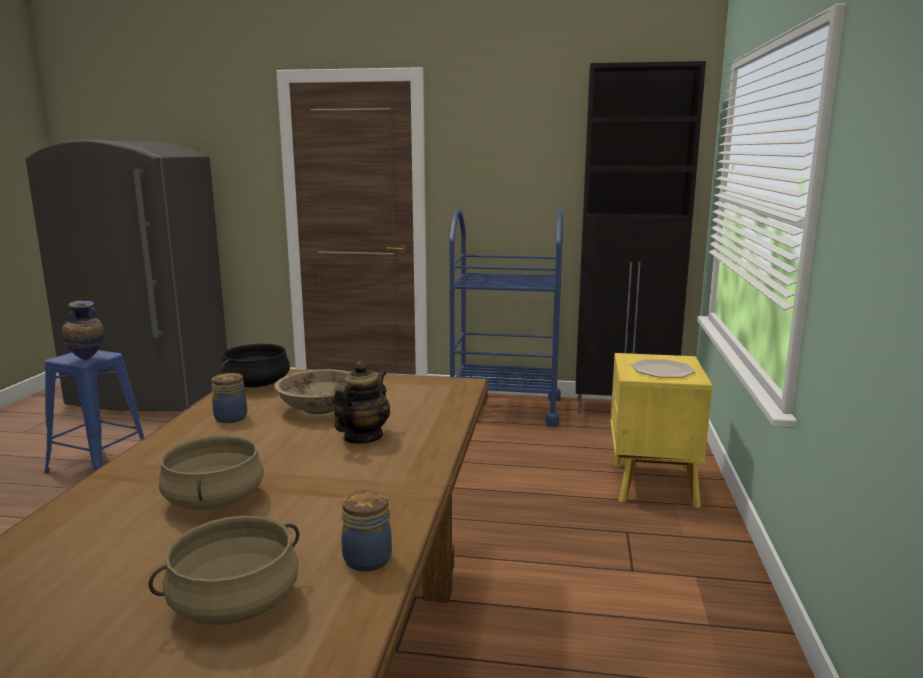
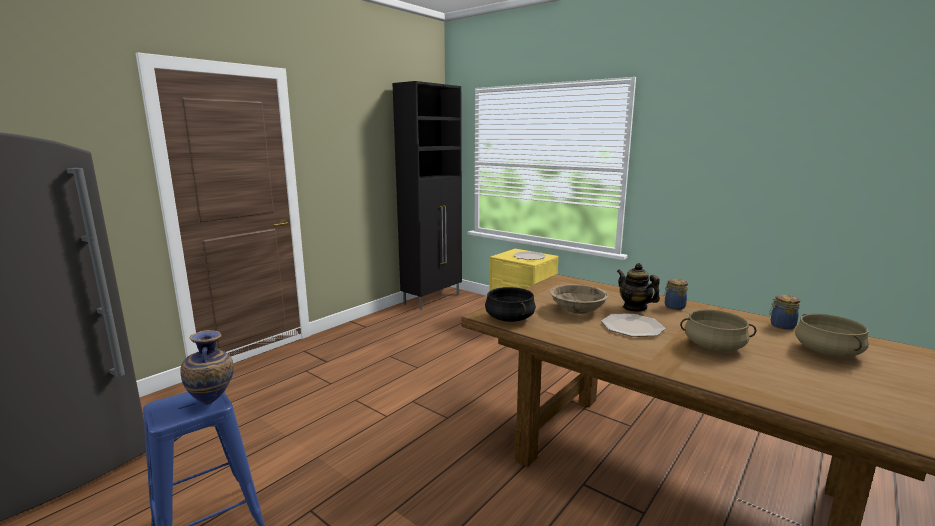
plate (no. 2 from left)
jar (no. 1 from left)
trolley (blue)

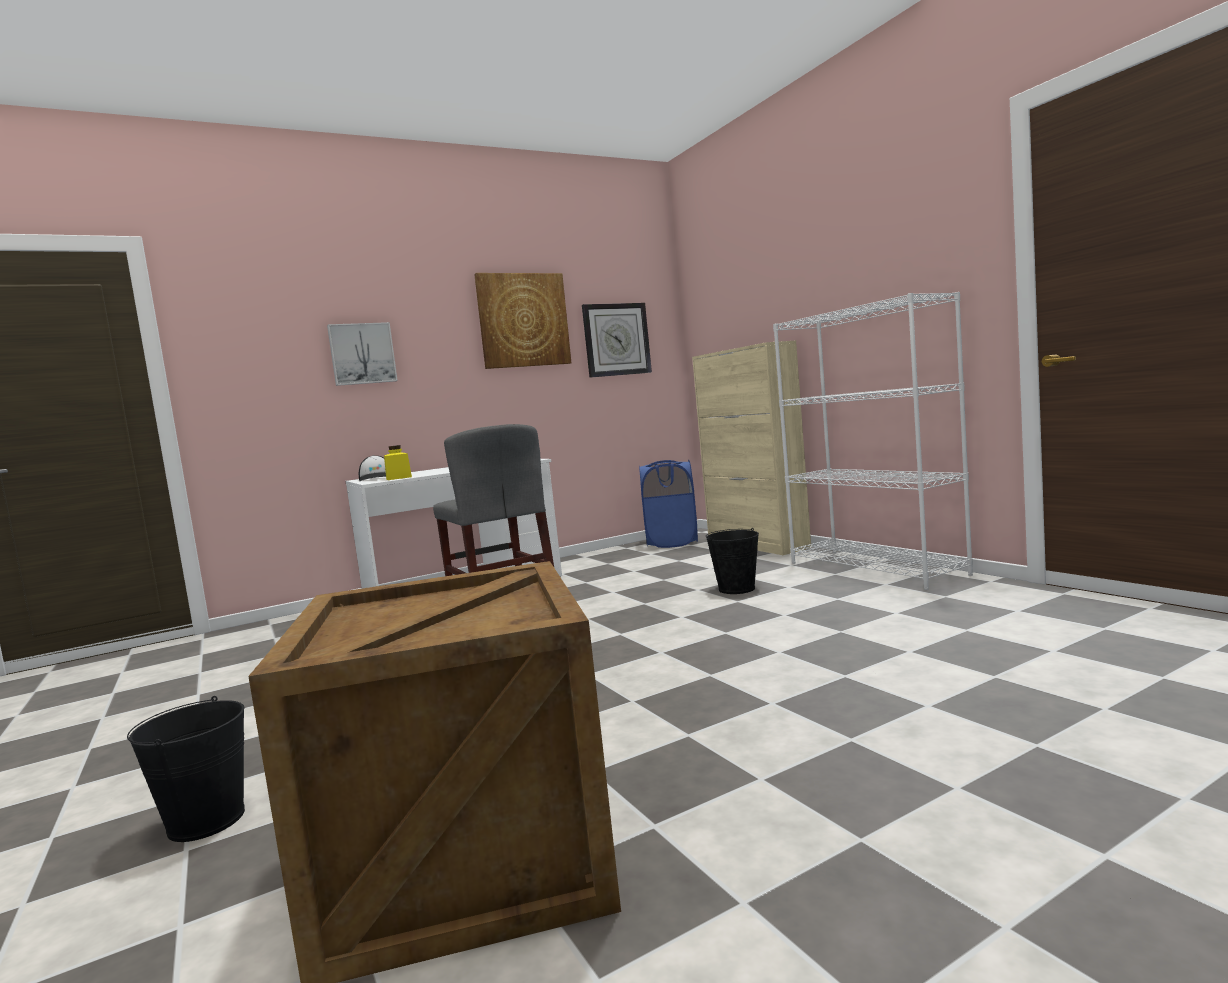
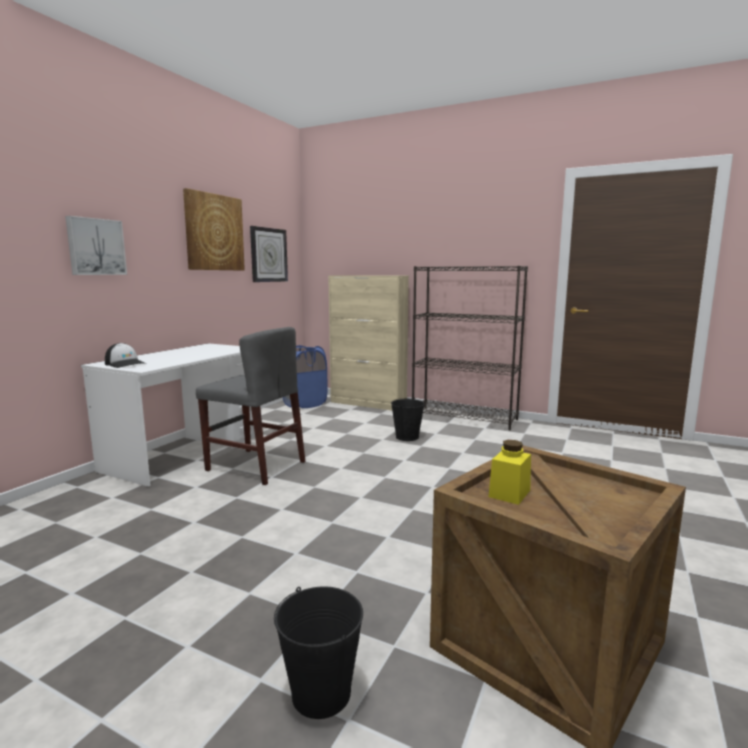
shelving unit (black-coloured)
jar (yellow)

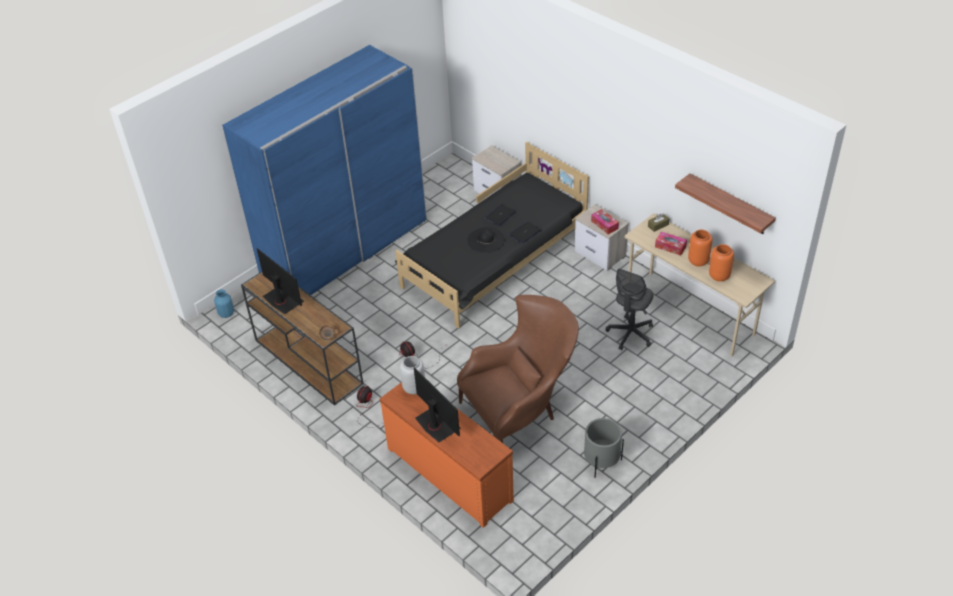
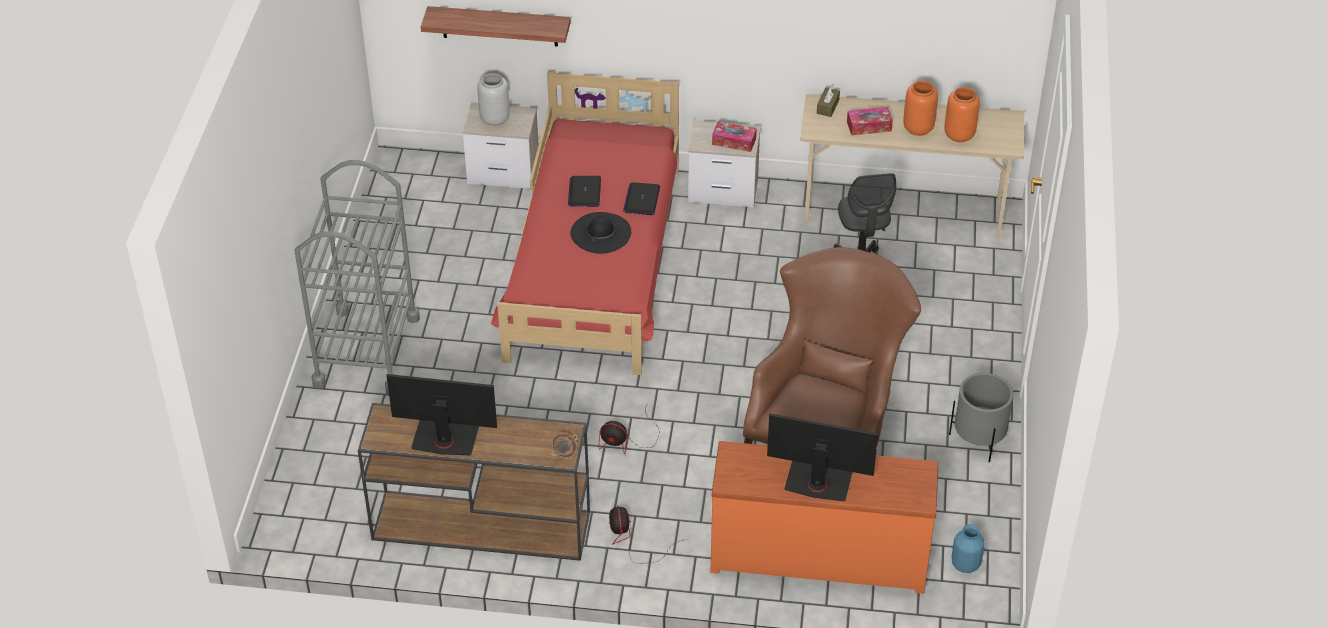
trolley (gray)
wall shelf
decorative vase (gray)
sleeping bed (reddish)
decorative vase (blue)

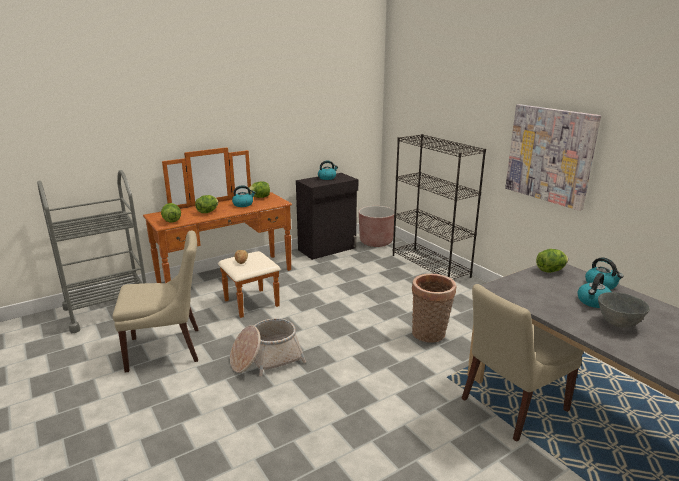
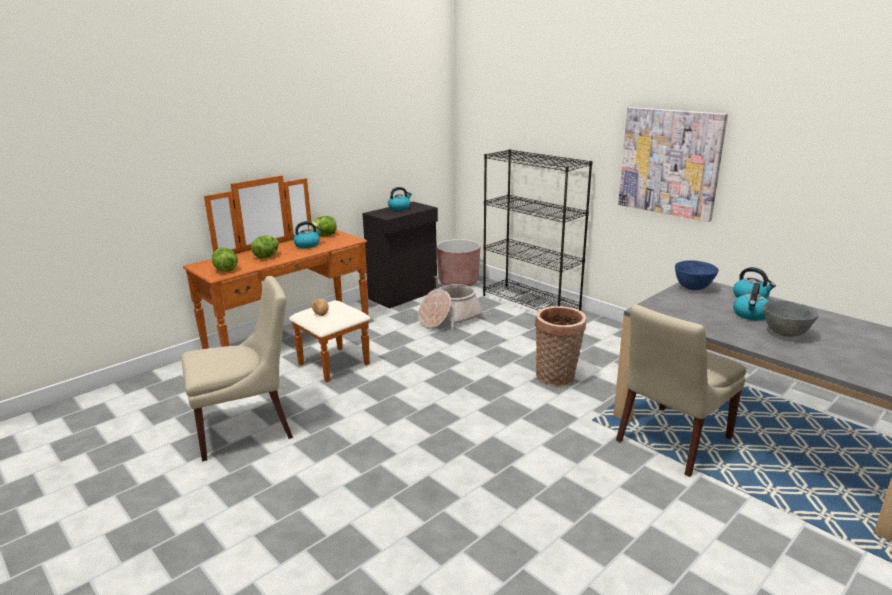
basket (no. 1 from left)
bowl (blue)
trolley (gray)

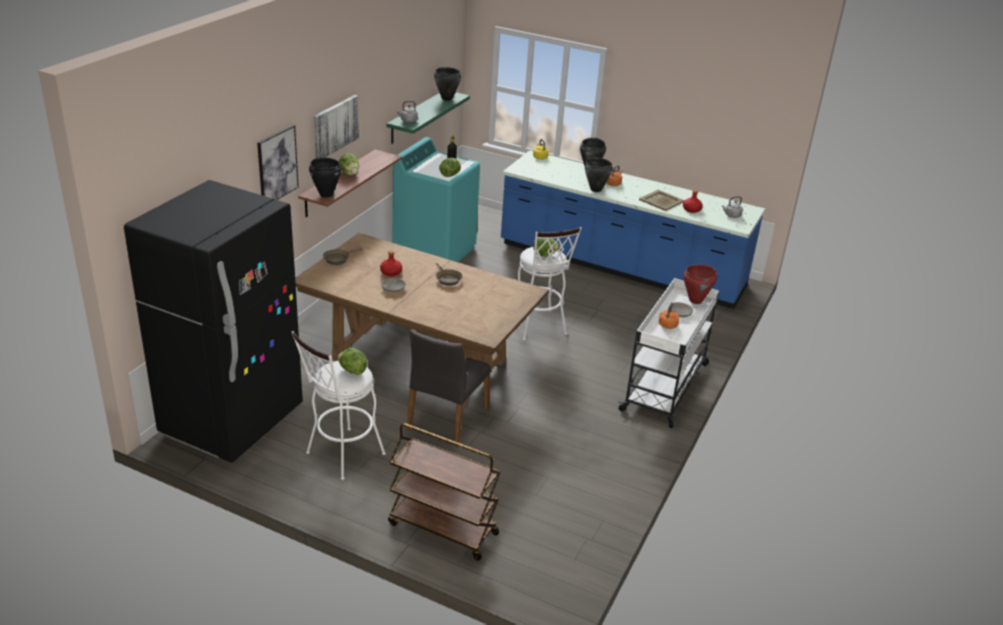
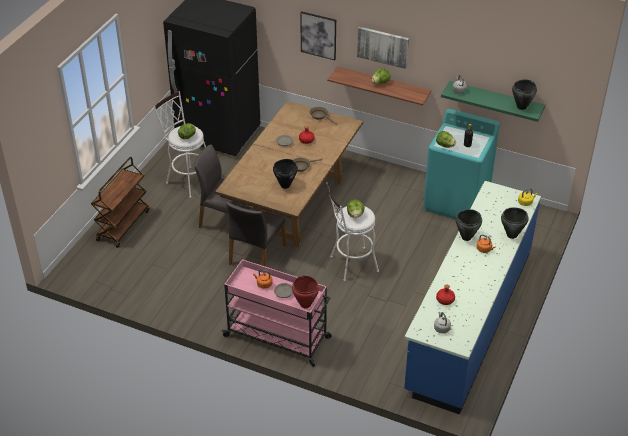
trolley (pinkish)
chair (gray) (no. 2 from left)
cooking pot (black-coloured) (no. 1 from left)
serving tray (beige-coloured)

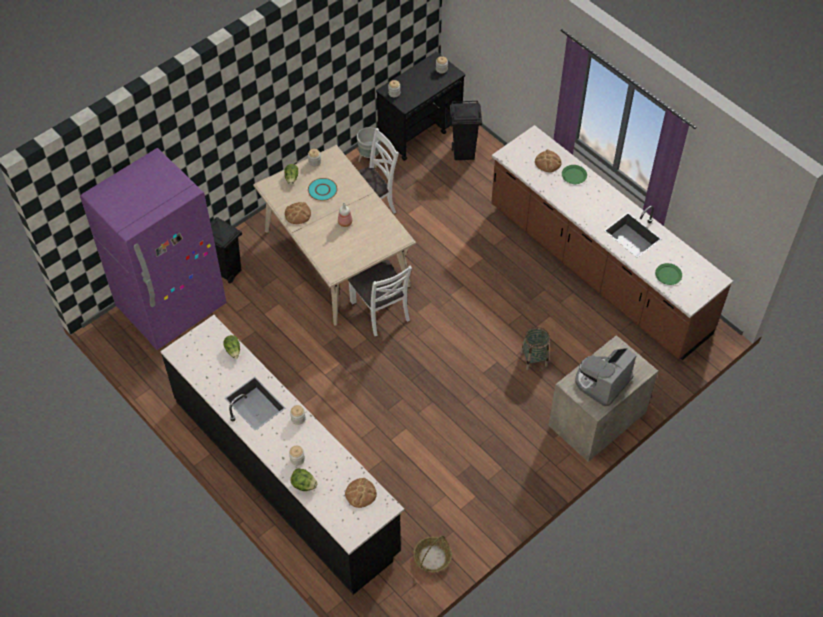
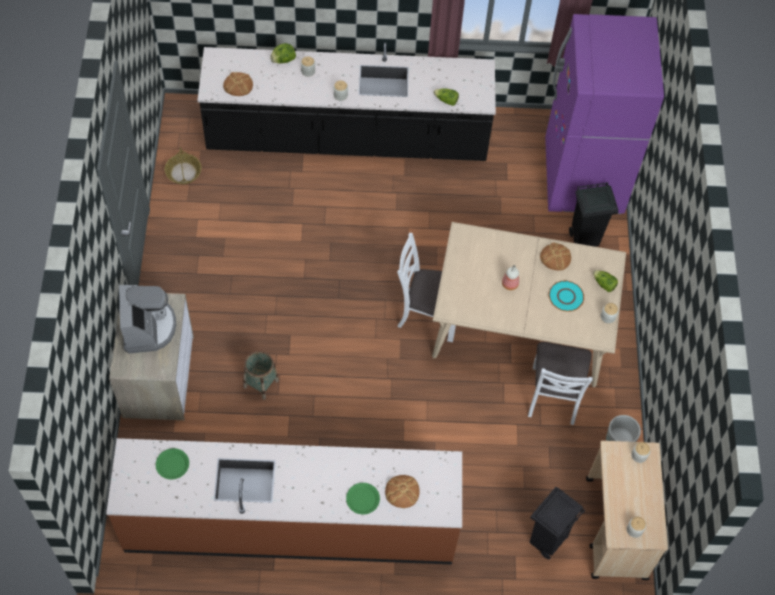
trolley (beige-coloured)

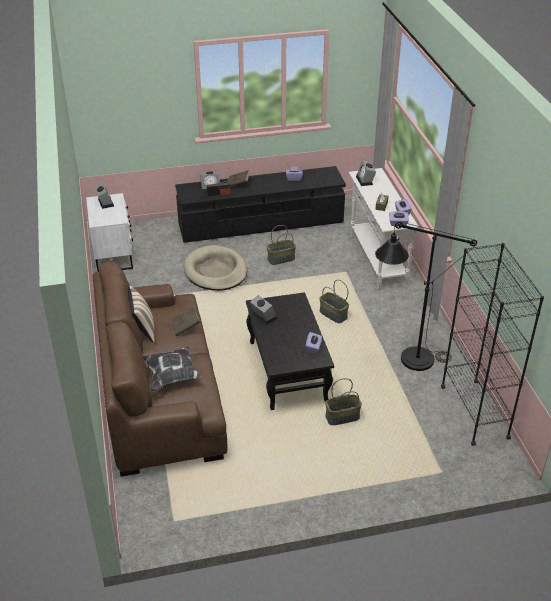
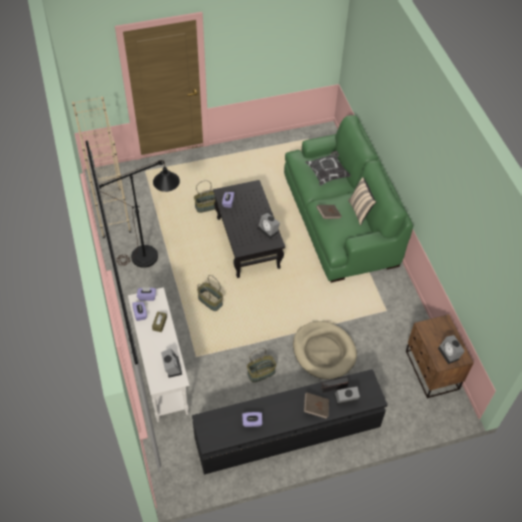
shelving unit (beige-coloured)
sofa (green-coloured)
bedside table (brownish)

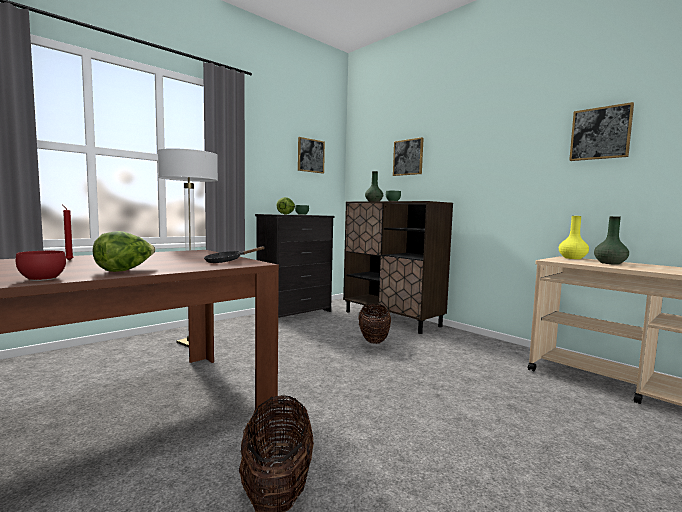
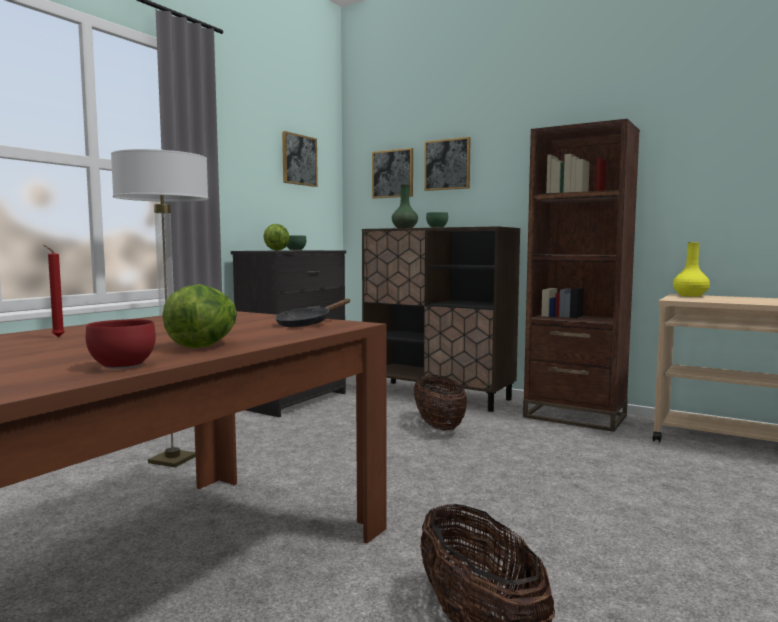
wall art (no. 2 from left)
shelving unit (brownish)
decorative vase (green-coloured) (no. 2 from left in the first image)

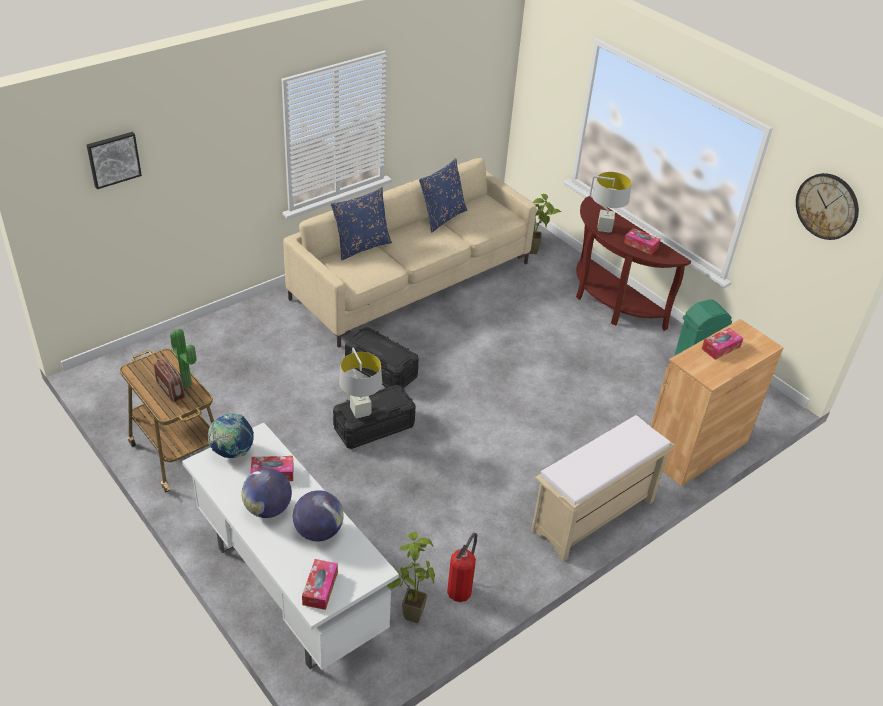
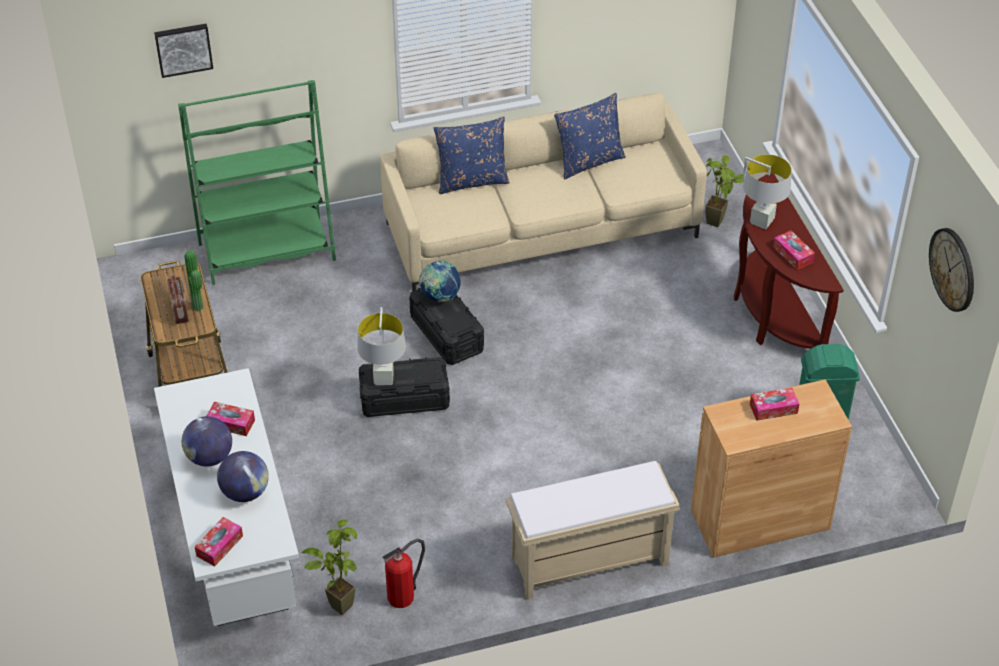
shelving unit (green-coloured)
globe (no. 3 from left)

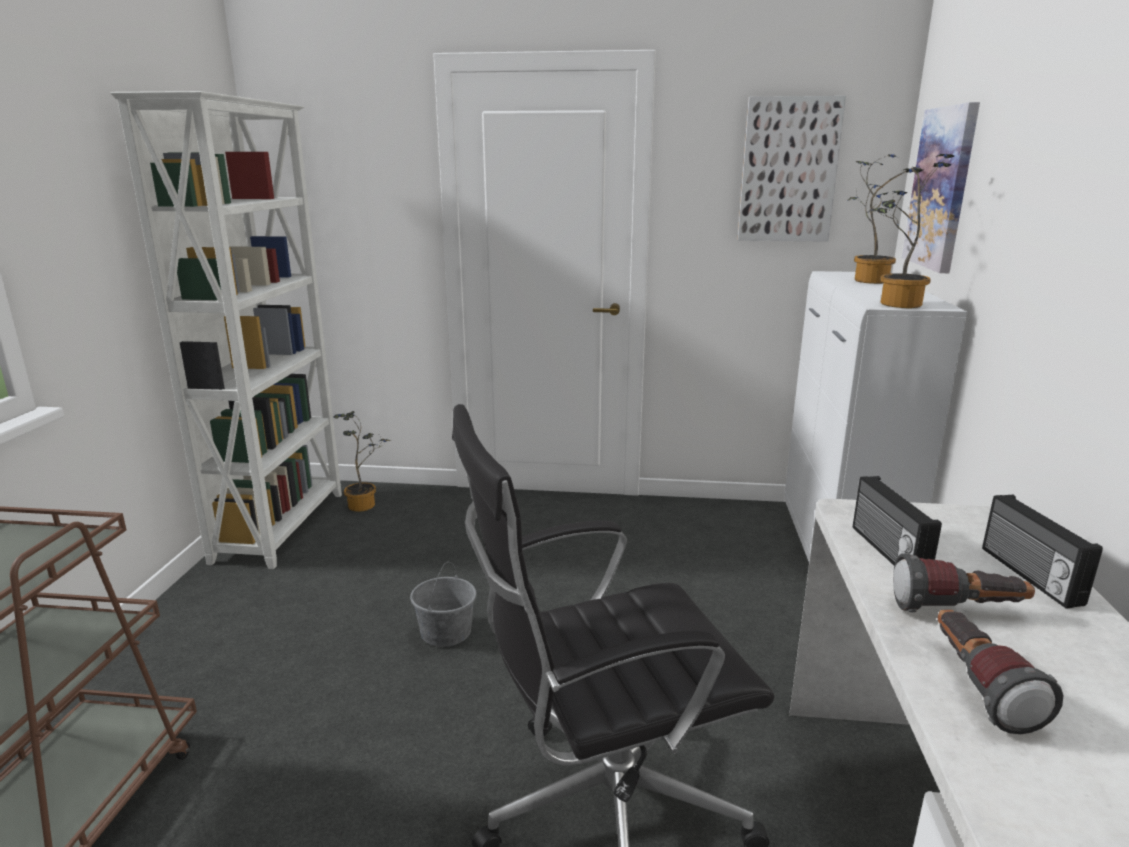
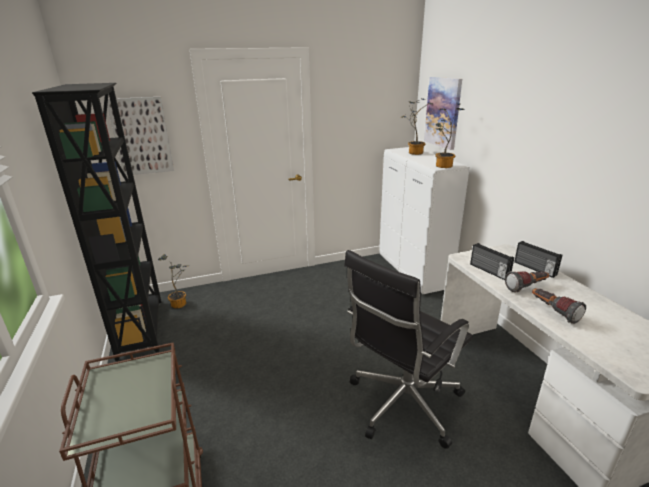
shelving unit (black-coloured)
wall art (no. 1 from left)
bucket (gray)

